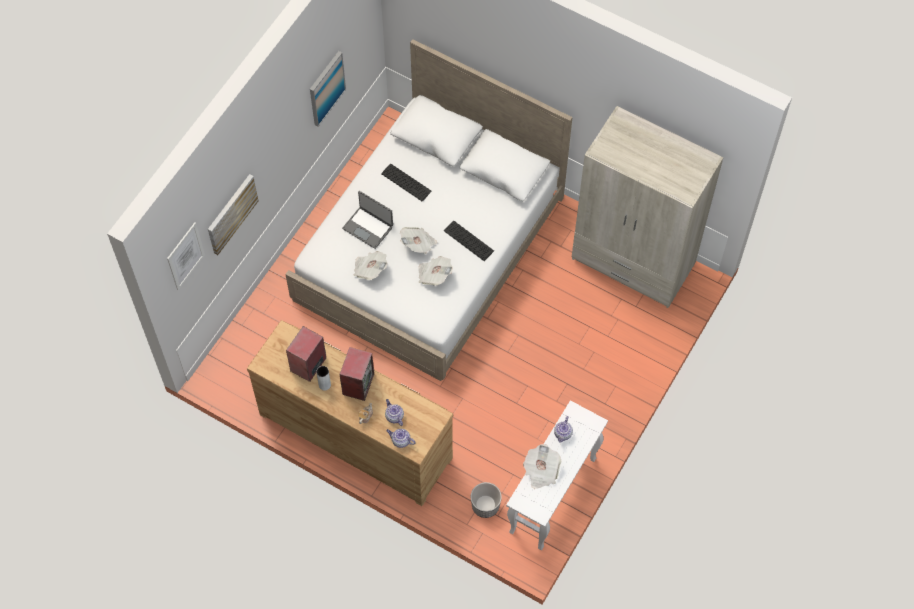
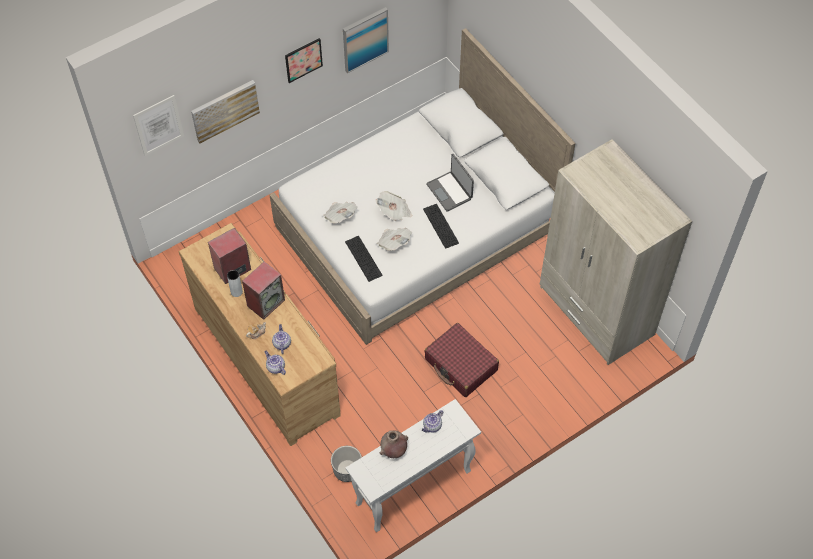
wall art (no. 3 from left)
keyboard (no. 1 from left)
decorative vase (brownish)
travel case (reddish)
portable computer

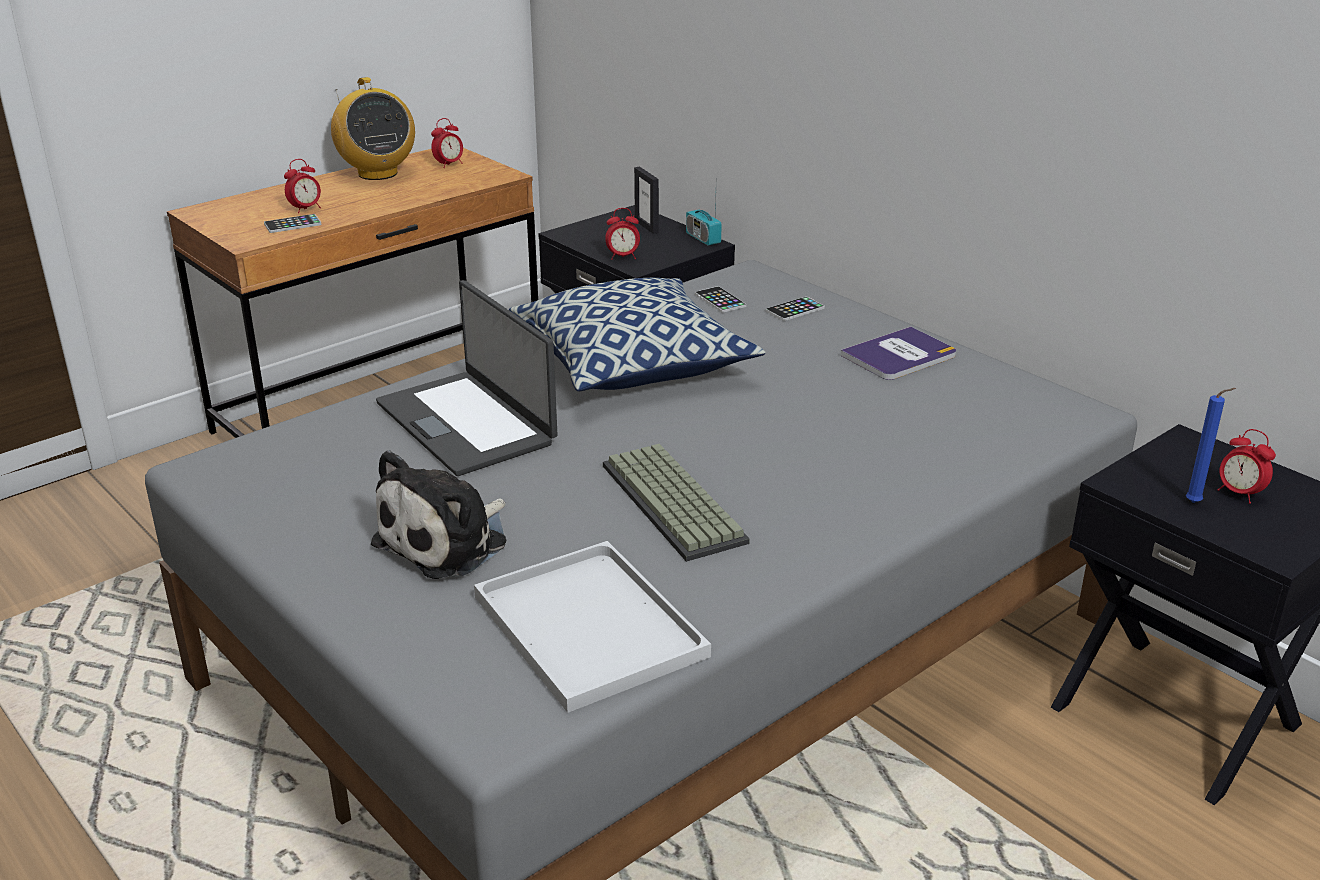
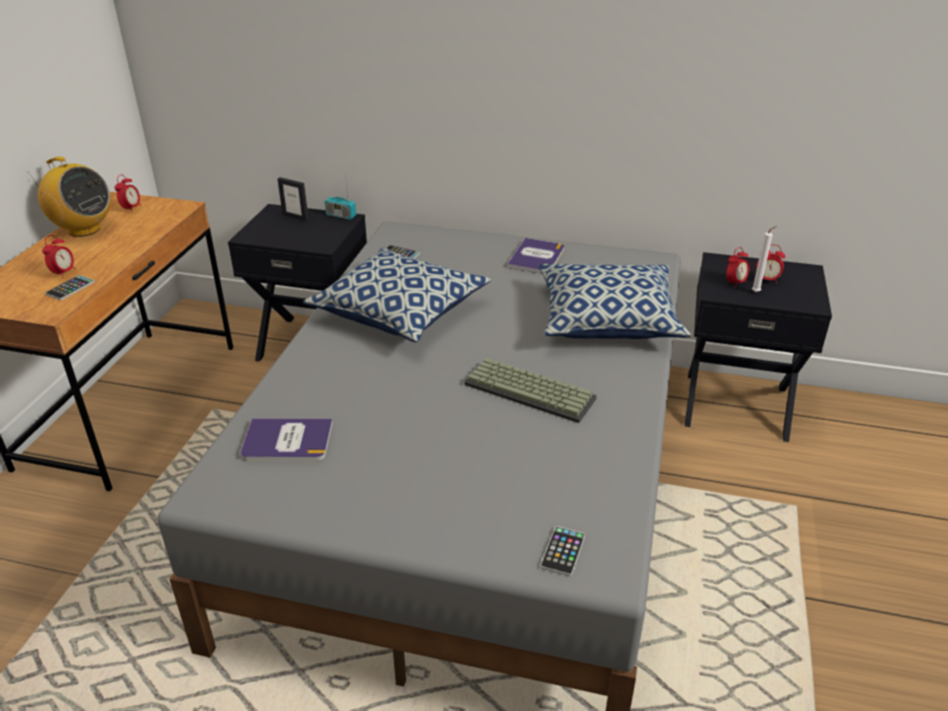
book (no. 1 from left)
pillow (no. 2 from left)
phone (no. 3 from left)
bedside clock (no. 3 from left)
candle (whitish)
plush toy
portable computer
serving tray (whitish)

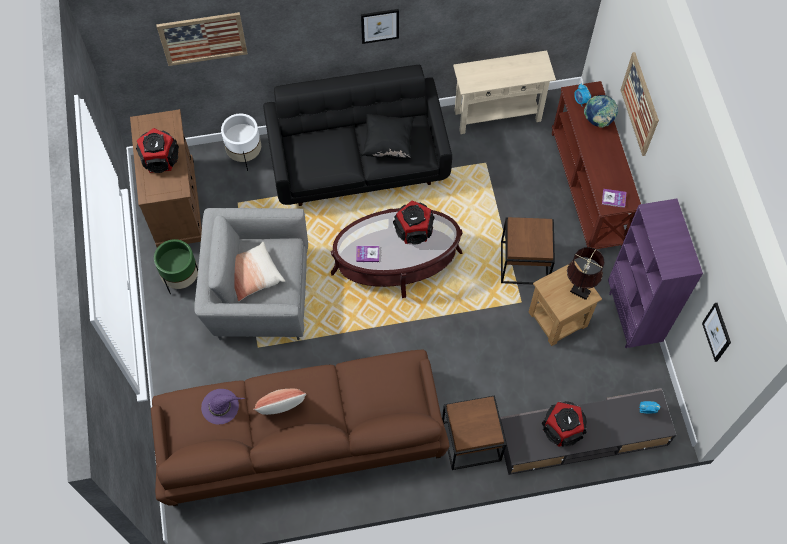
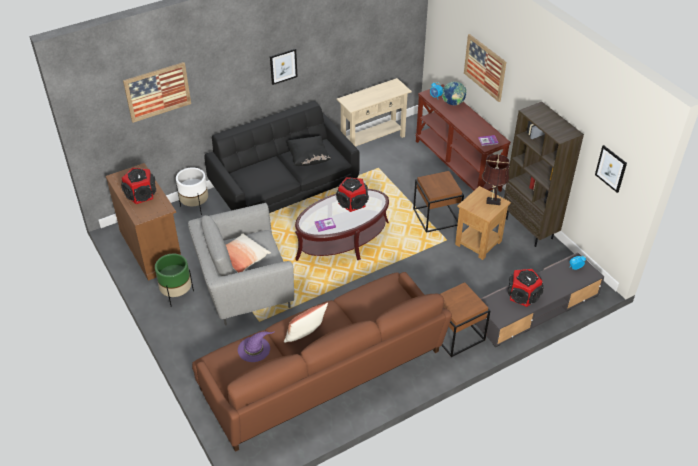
shelving unit (brownish)

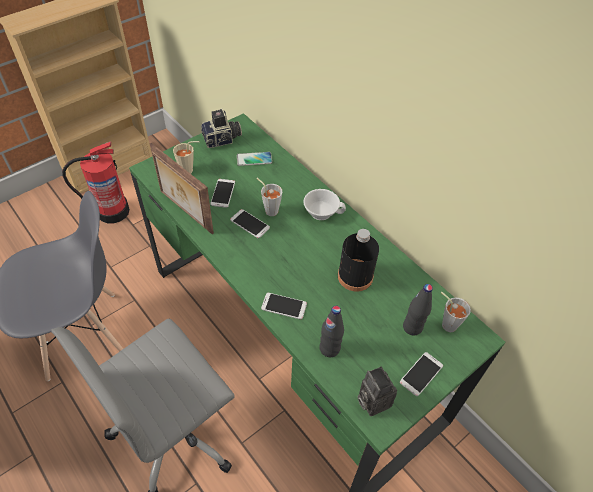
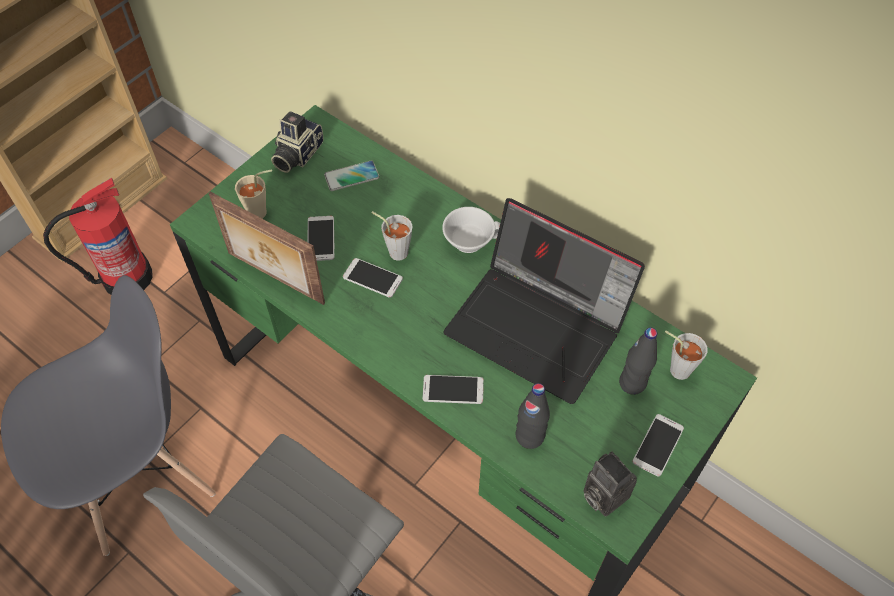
photo camera (no. 1 from left)
portable computer

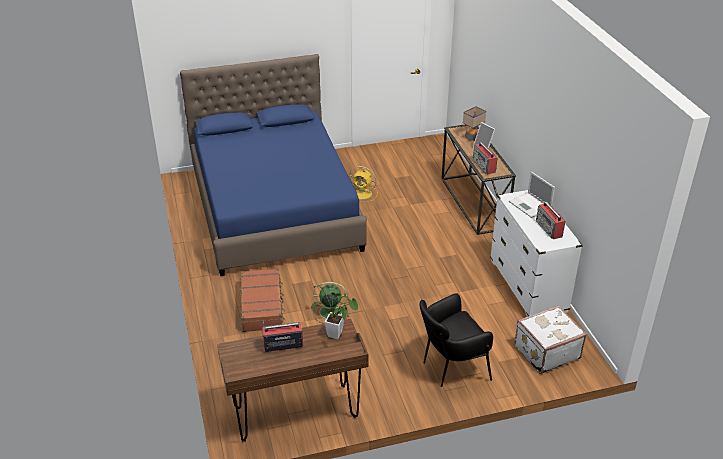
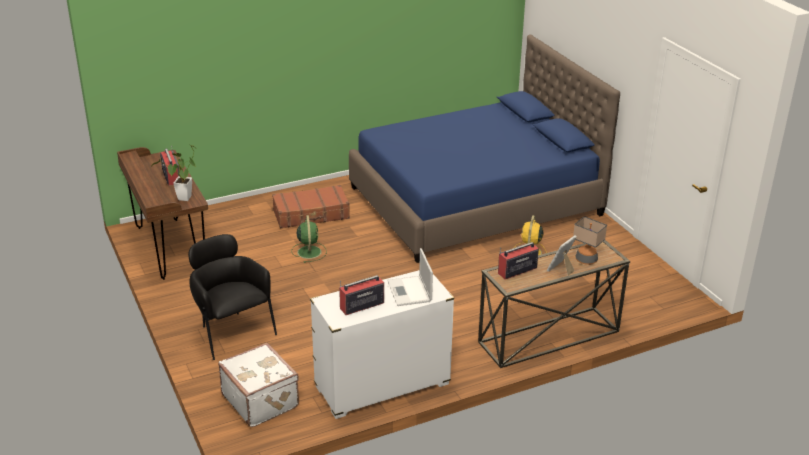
portable computer

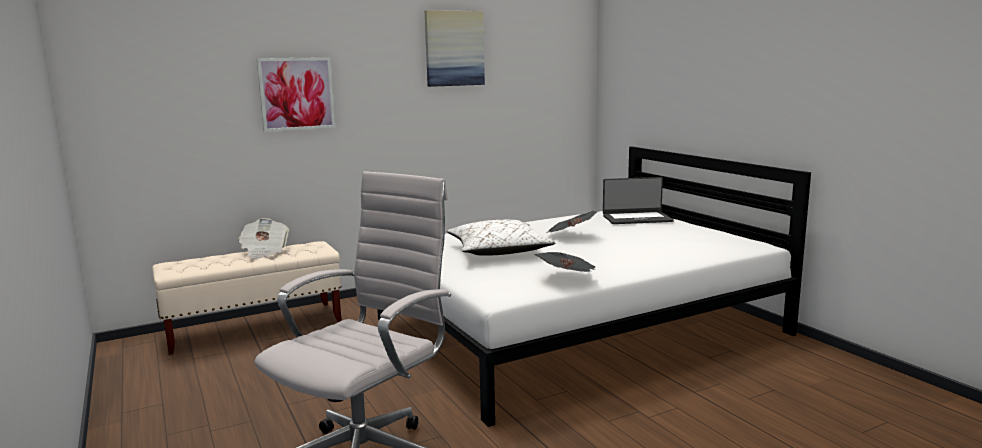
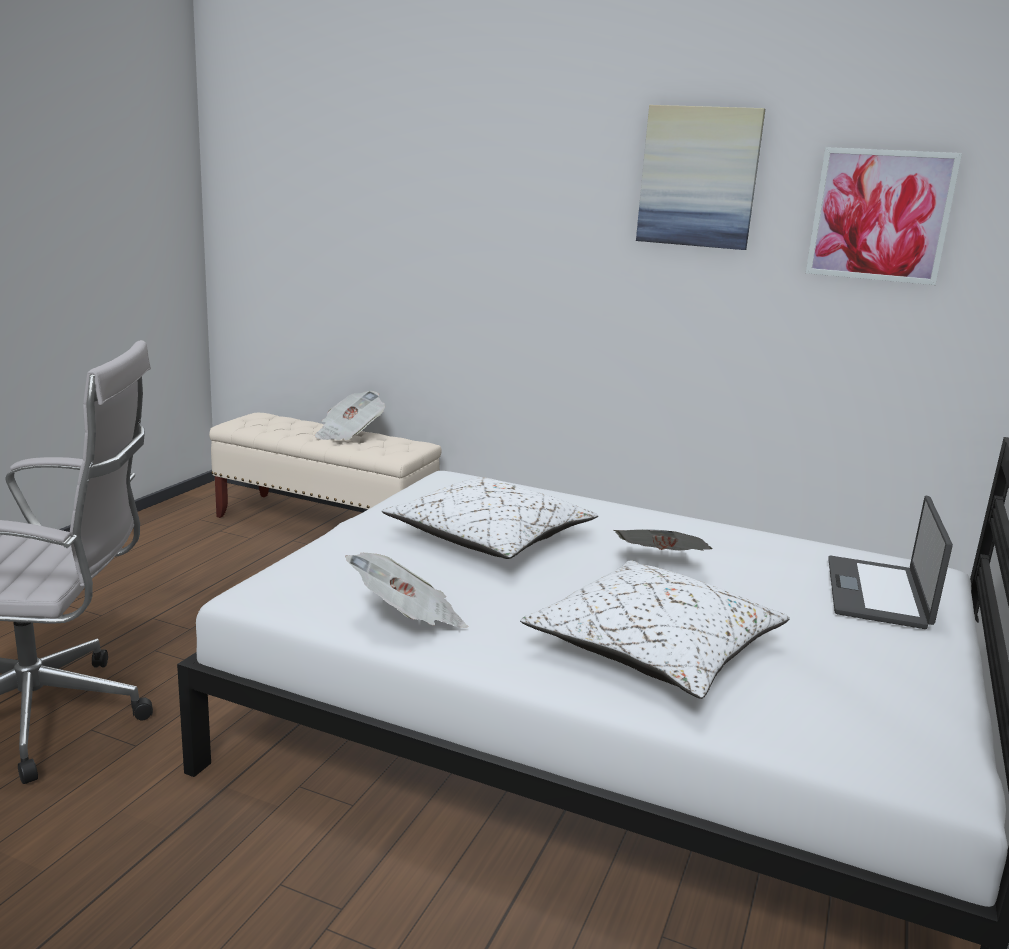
pillow (whitish) (no. 2 from left)
wall art (no. 2 from left)
portable computer

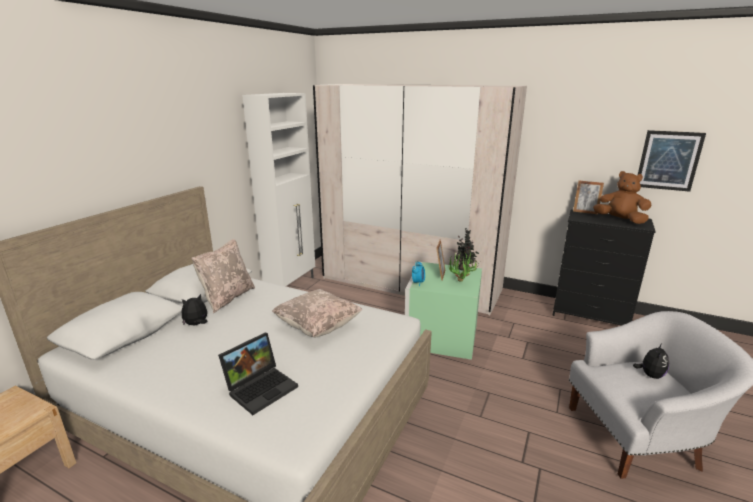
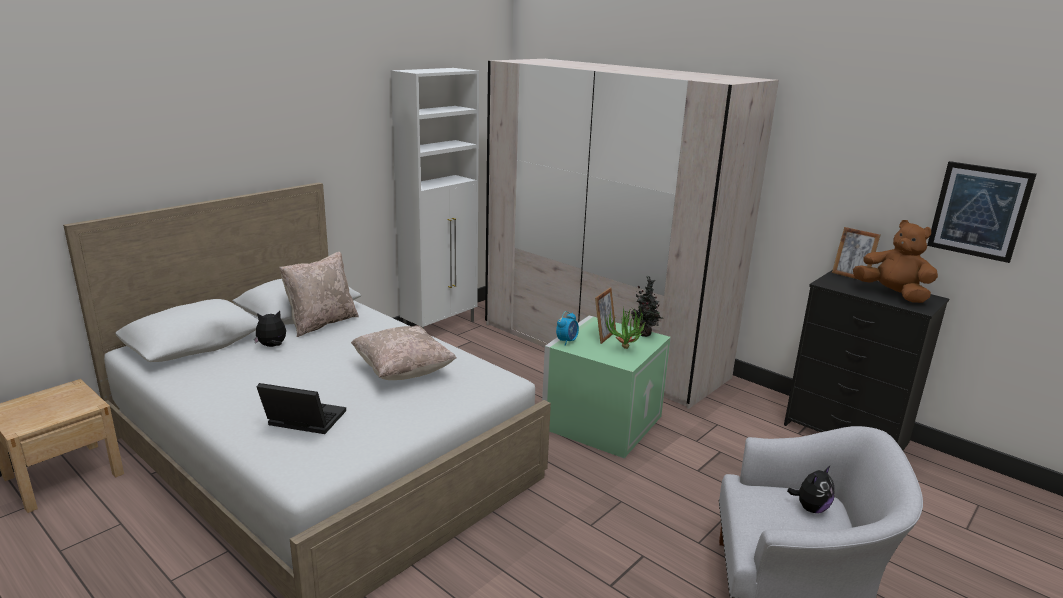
portable computer

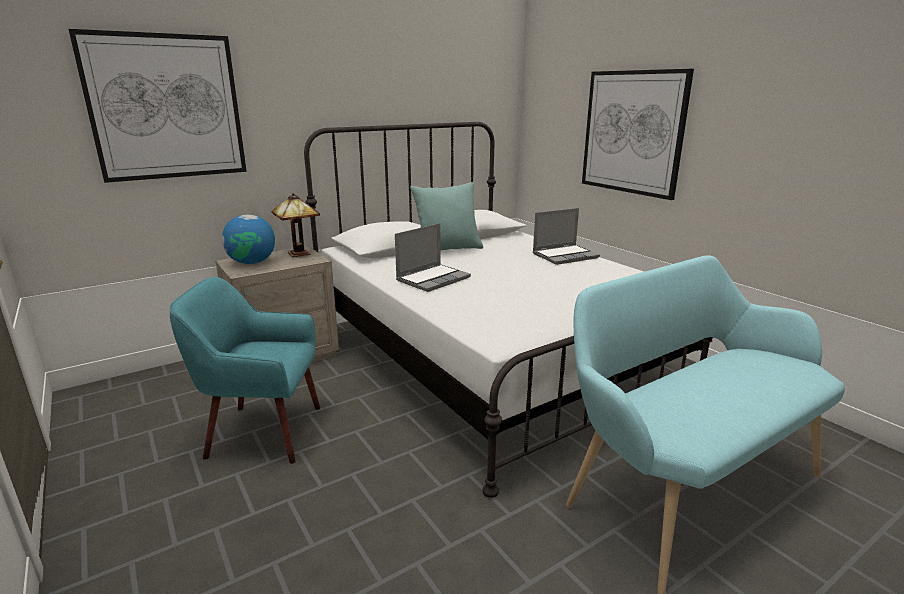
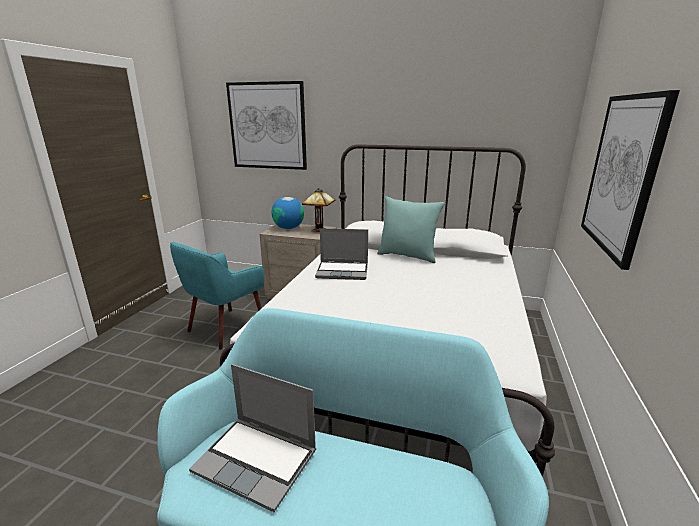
lounge chair (blue-green)
portable computer (no. 1 from left)

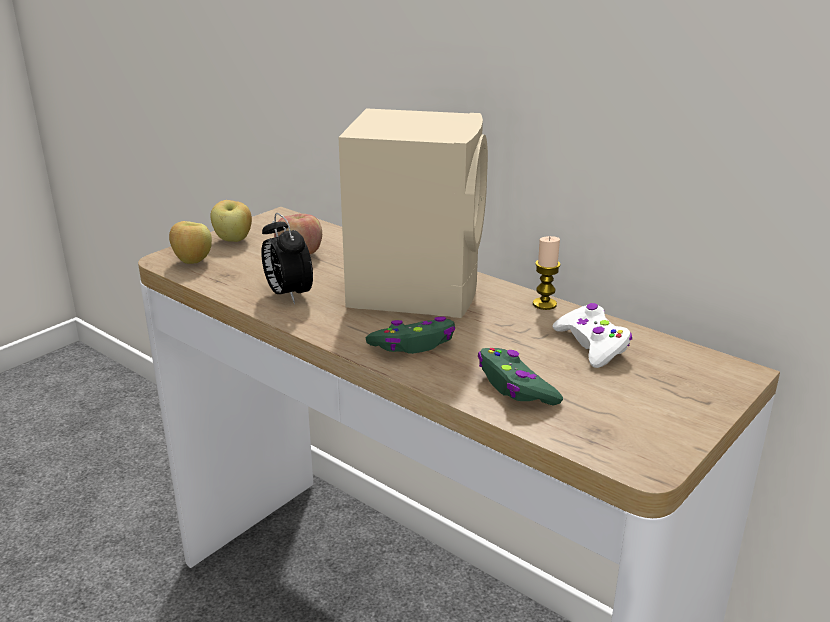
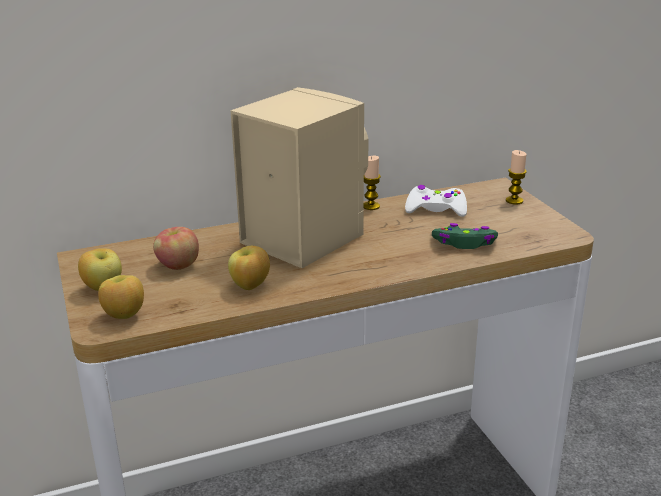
apple (no. 4 from left)
candle (no. 2 from left)
gamepad (green-coloured) (no. 1 from left in the first image)

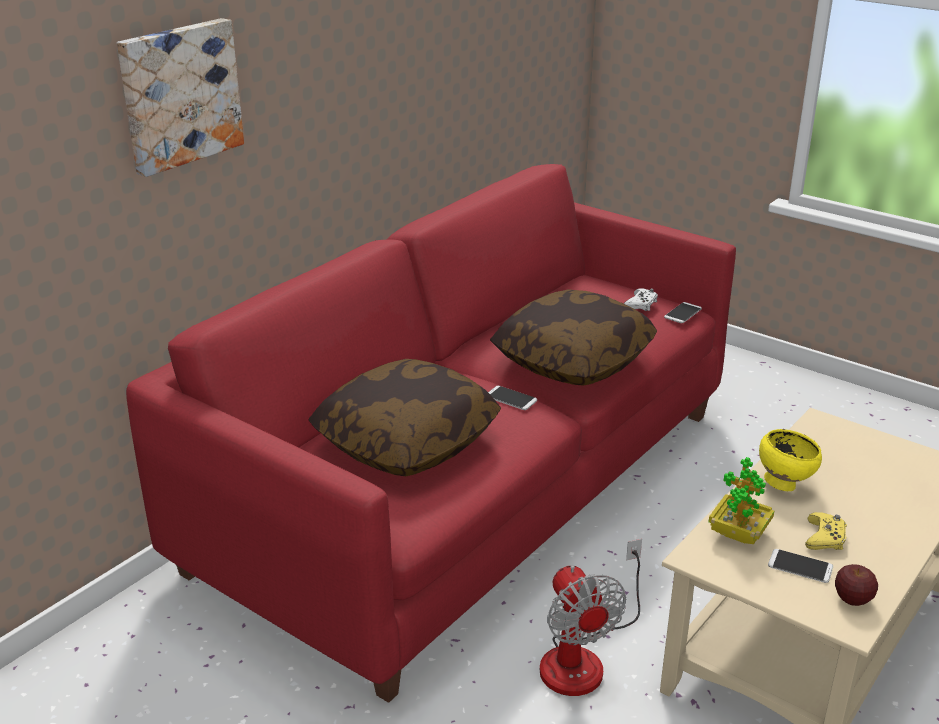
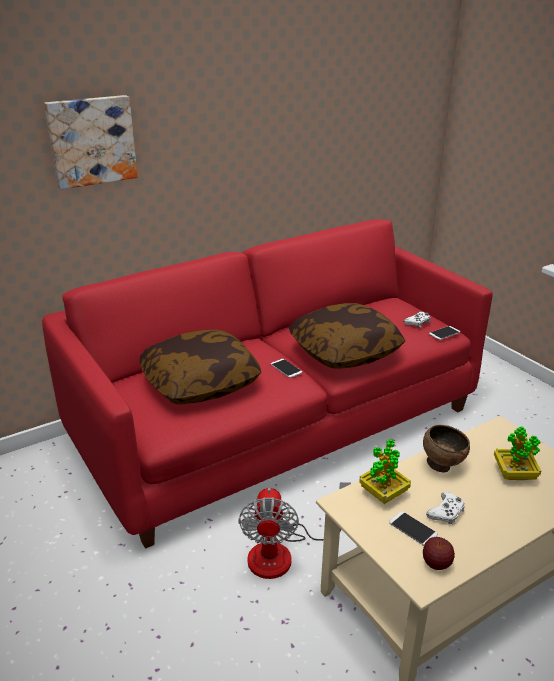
bowl (brownish)
gamepad (whitish) (no. 2 from left)
houseplant (no. 2 from left)

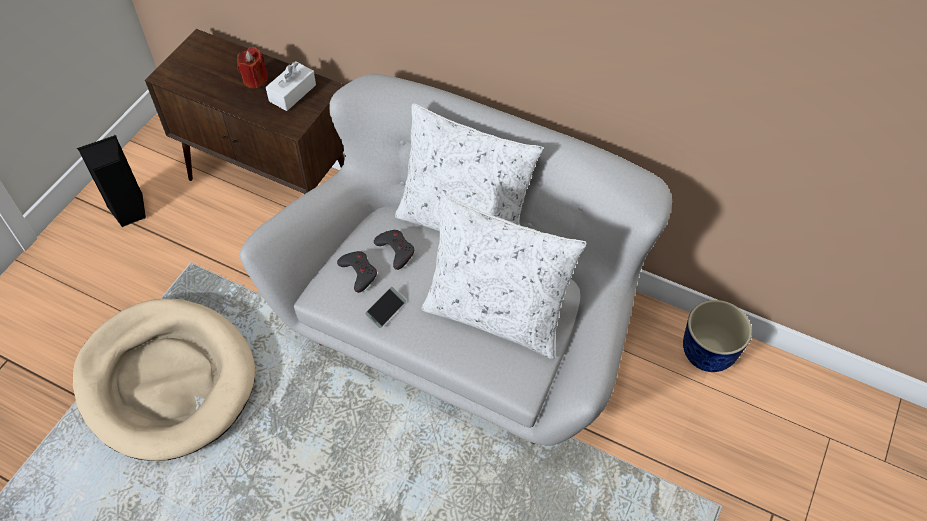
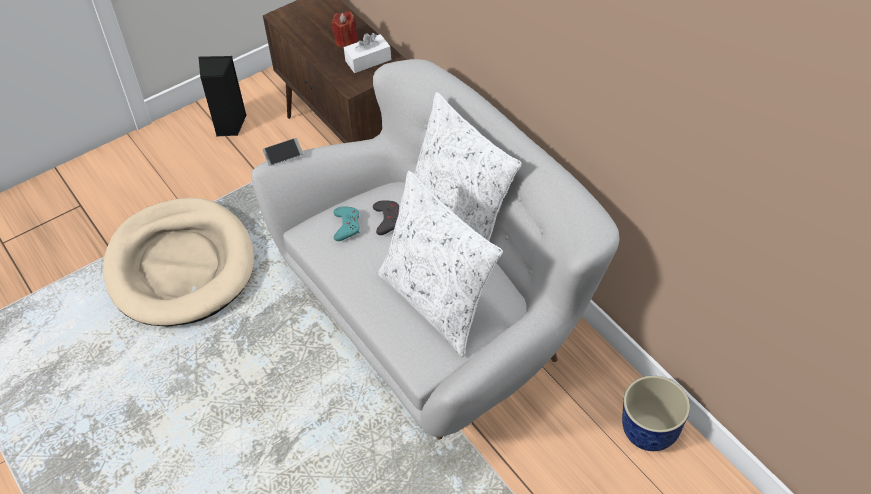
phone
gamepad (blue-green)

